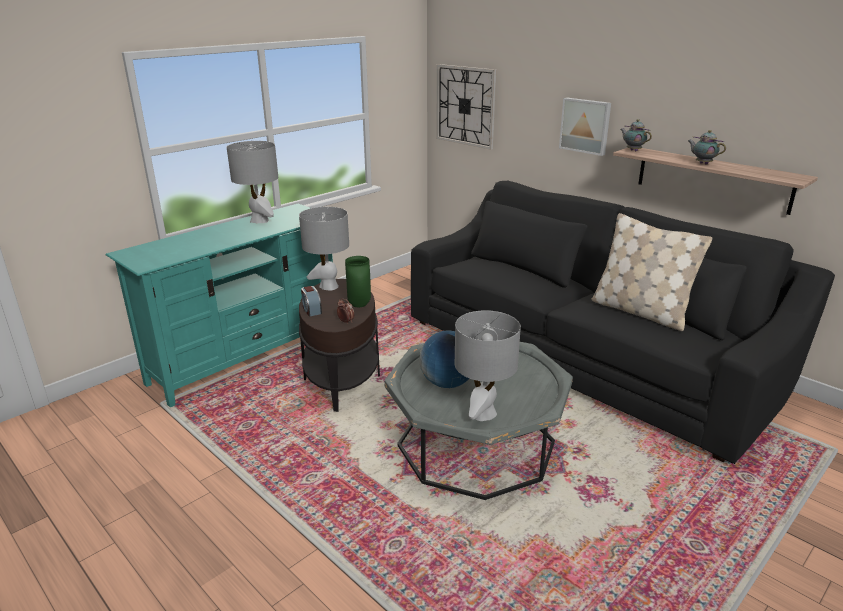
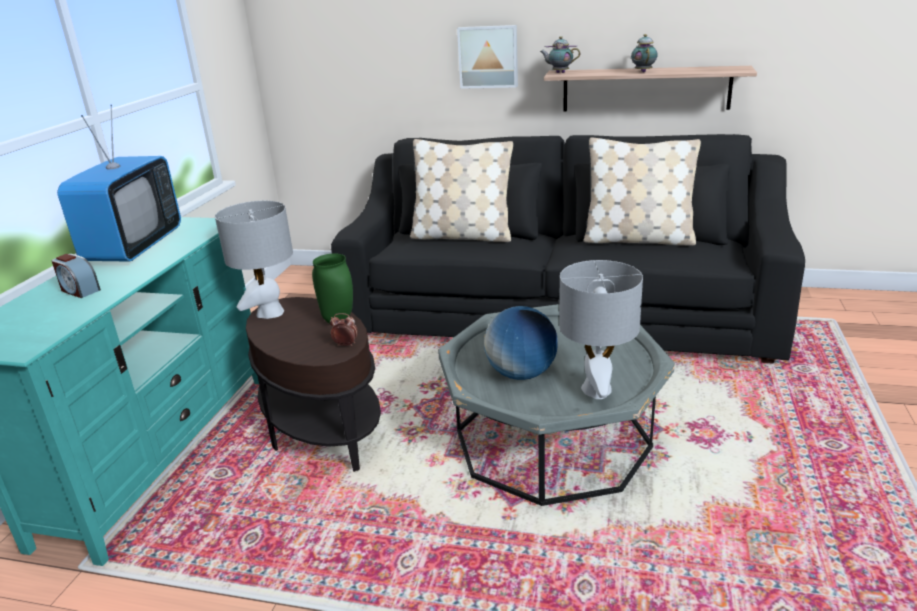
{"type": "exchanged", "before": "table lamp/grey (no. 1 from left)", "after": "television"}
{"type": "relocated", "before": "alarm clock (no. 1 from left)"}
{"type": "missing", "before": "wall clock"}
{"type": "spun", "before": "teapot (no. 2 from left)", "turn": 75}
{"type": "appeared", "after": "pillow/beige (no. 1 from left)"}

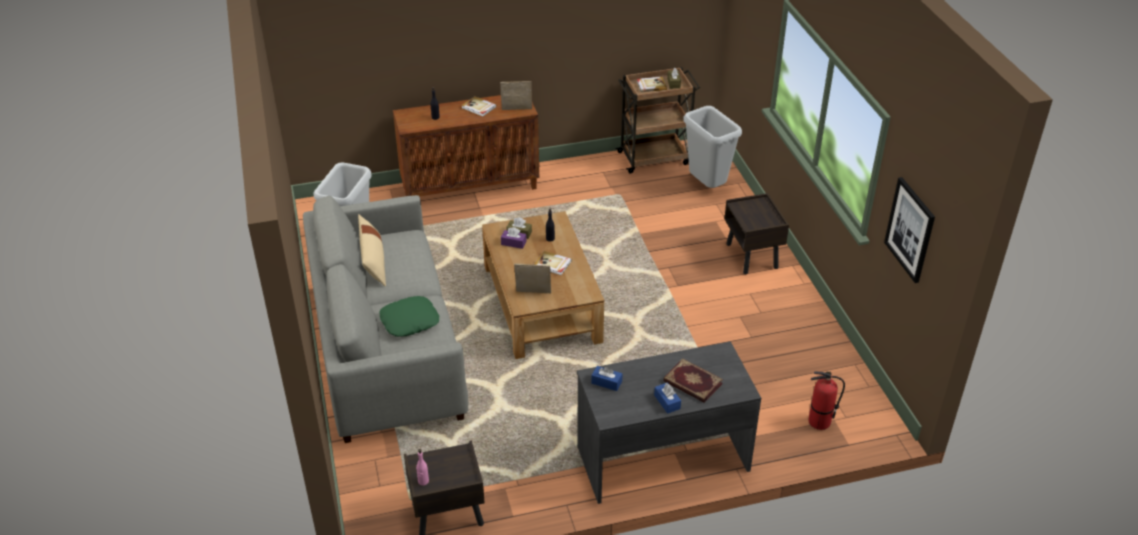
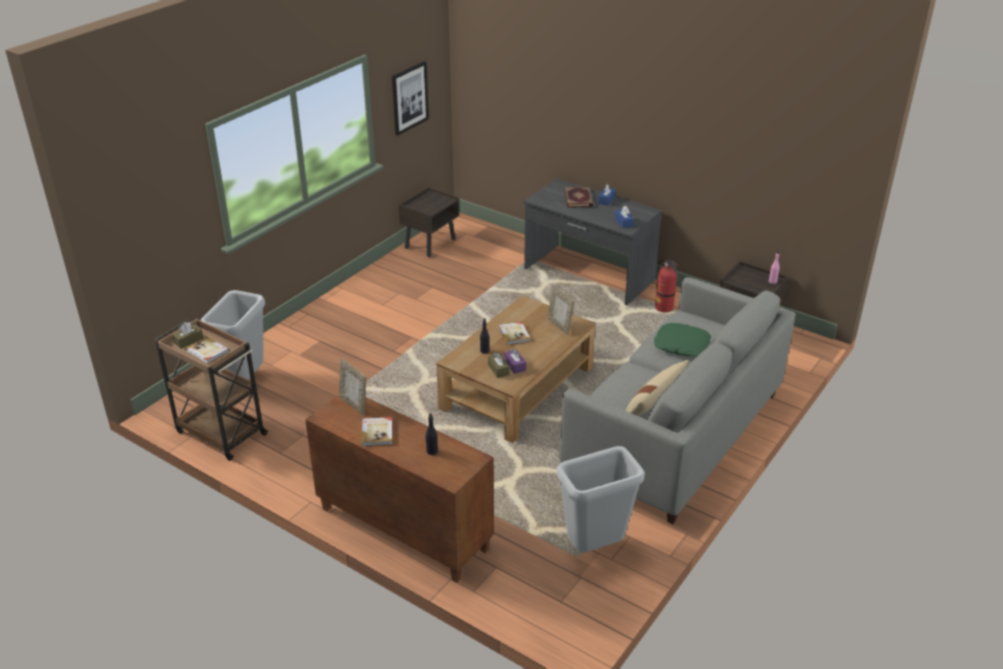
{"type": "relocated", "before": "nightstand/brown (no. 2 from left in the first image)", "after": "nightstand/brown (no. 1 from left)"}
{"type": "relocated", "before": "fire extinguisher"}

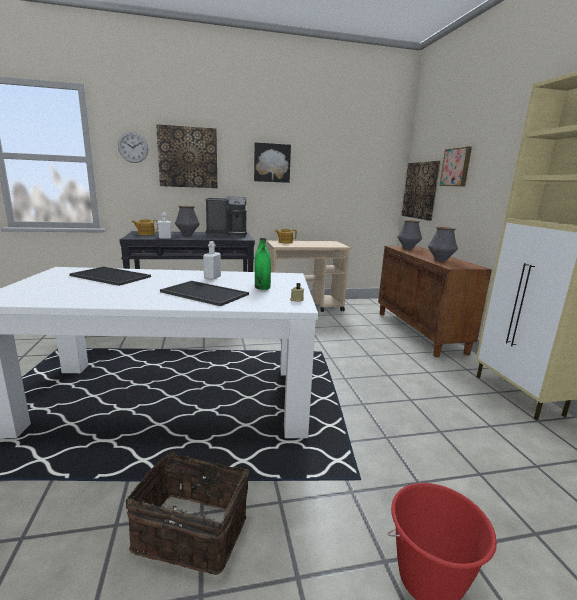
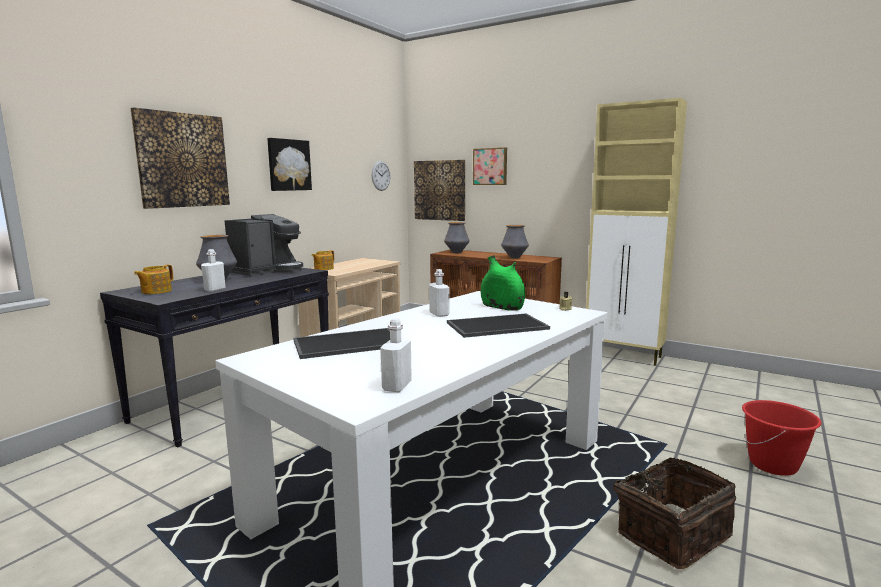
{"type": "relocated", "before": "wall clock"}
{"type": "appeared", "after": "bottle/white (no. 2 from left)"}

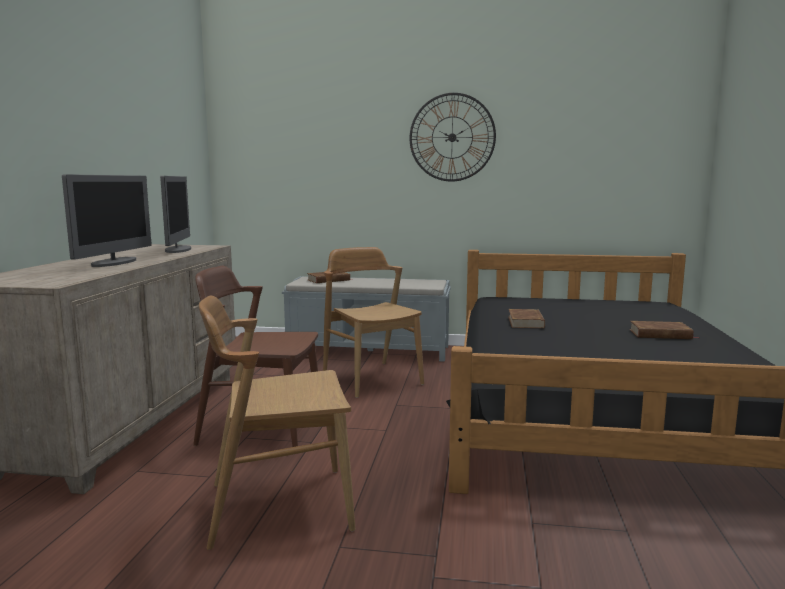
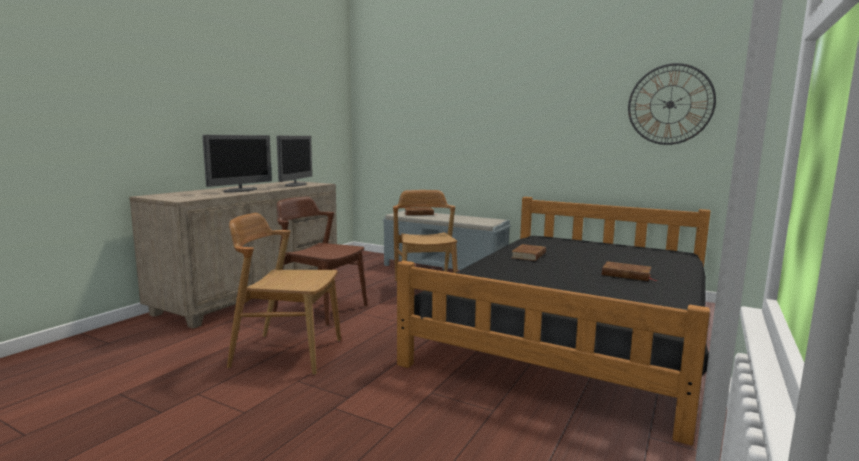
{"type": "relocated", "before": "wall clock"}

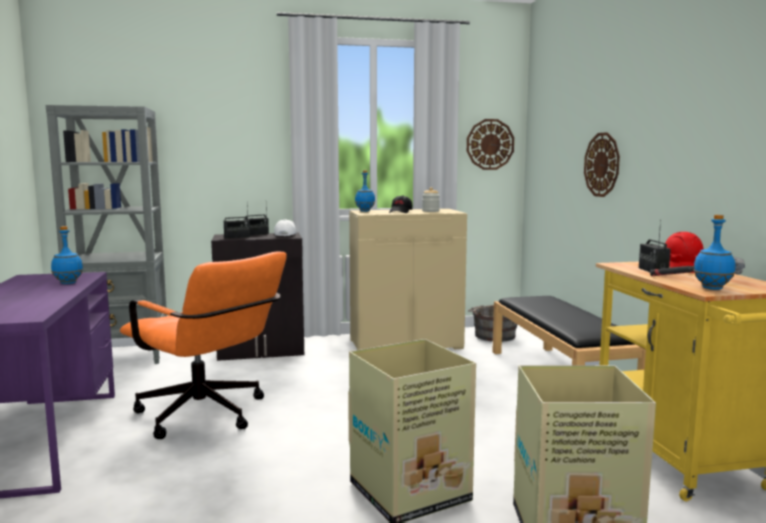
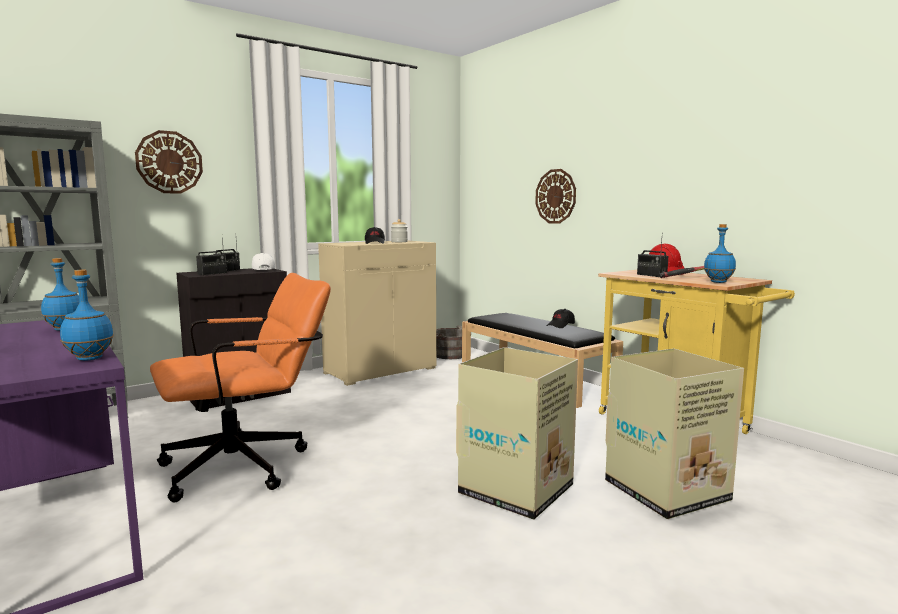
{"type": "spun", "before": "office chair/orange", "turn": -45}
{"type": "relocated", "before": "bottle/blue (no. 2 from left)"}
{"type": "relocated", "before": "wall clock (no. 1 from left)"}
{"type": "appeared", "after": "cap/black (no. 2 from left)"}

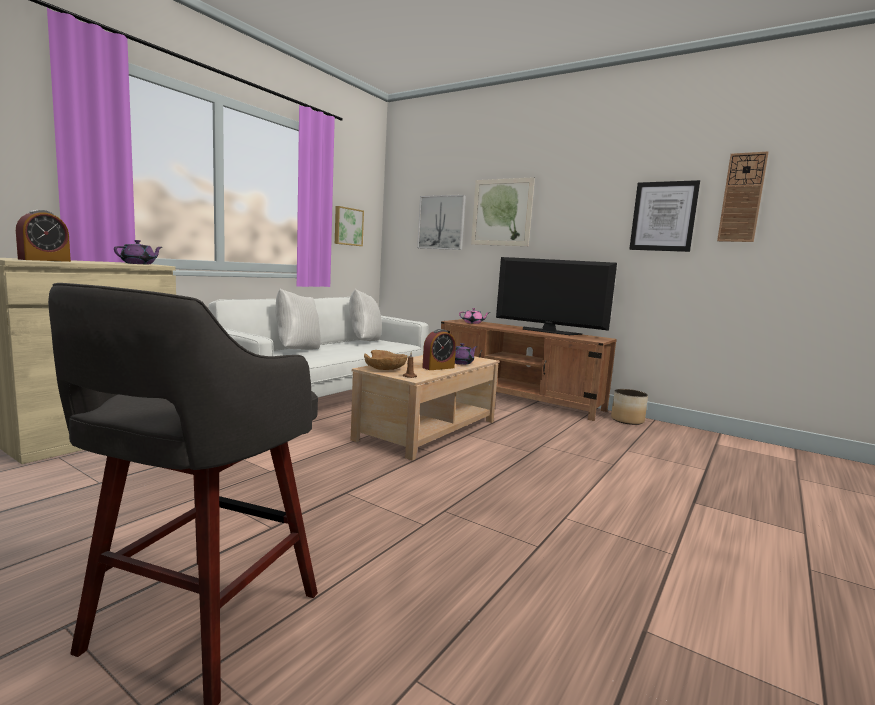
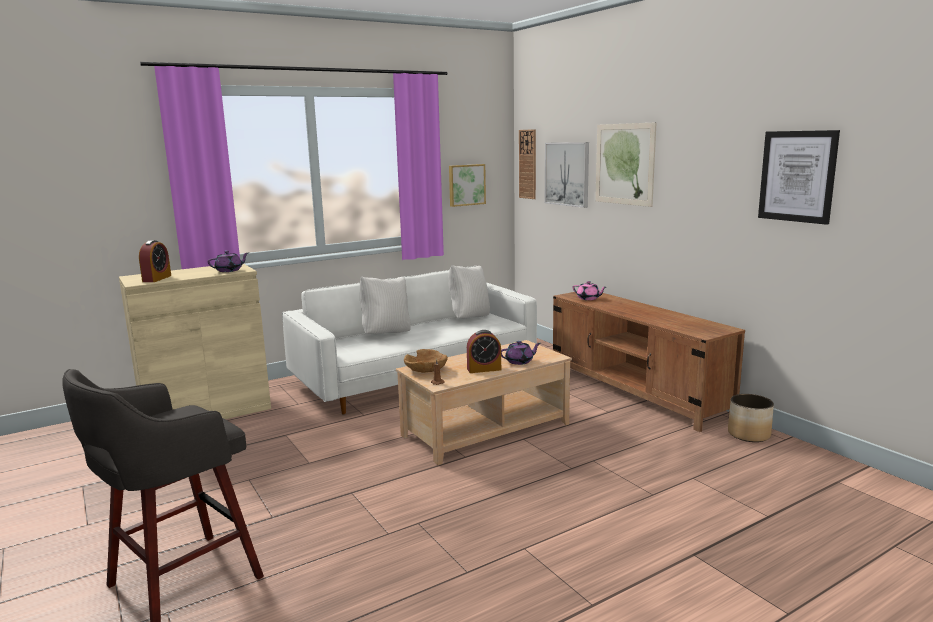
{"type": "spun", "before": "alarm clock (no. 1 from left)", "turn": -45}
{"type": "missing", "before": "television"}
{"type": "relocated", "before": "wall clock"}

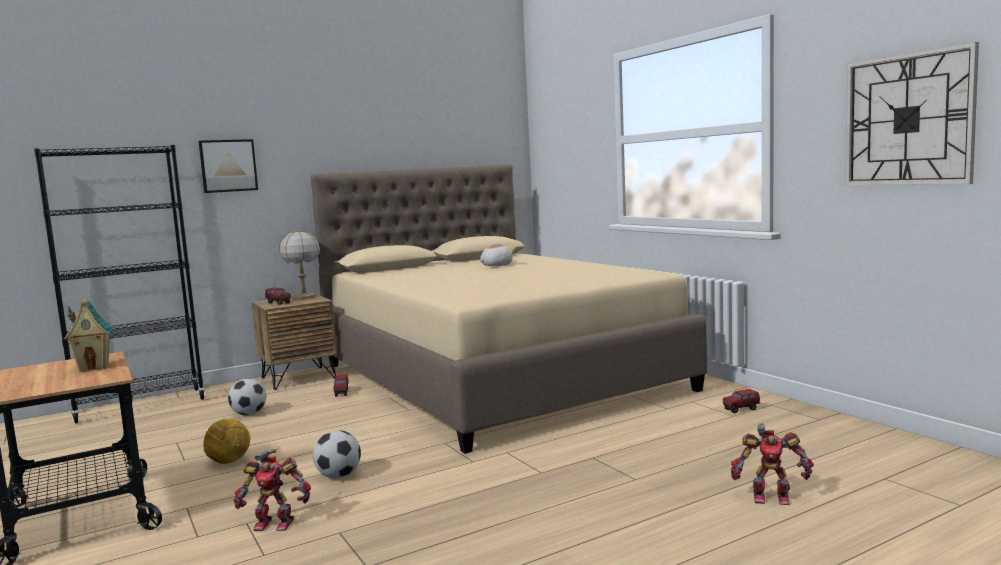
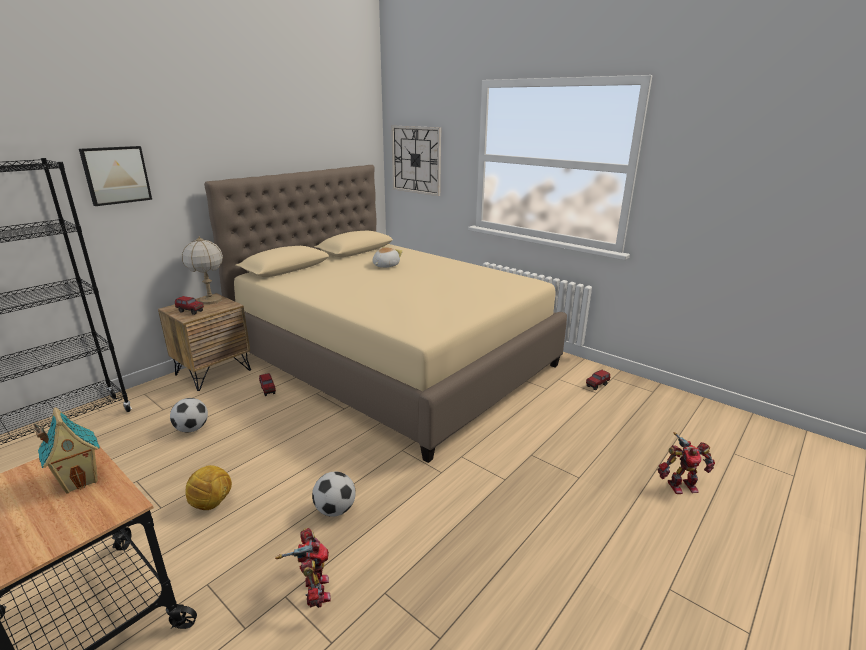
{"type": "spun", "before": "toy robot (no. 1 from left)", "turn": -90}
{"type": "relocated", "before": "wall clock"}

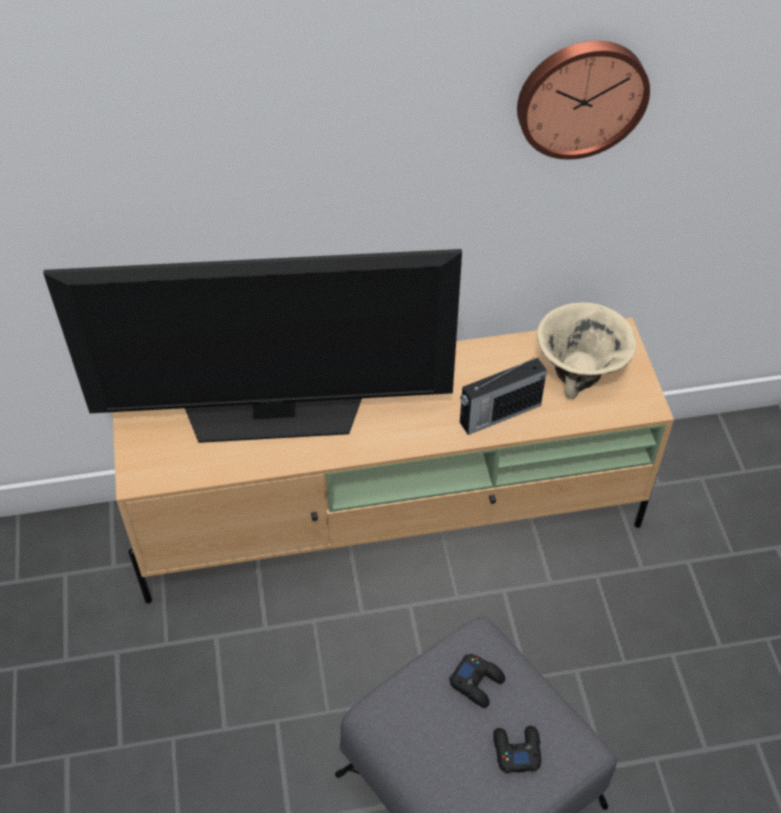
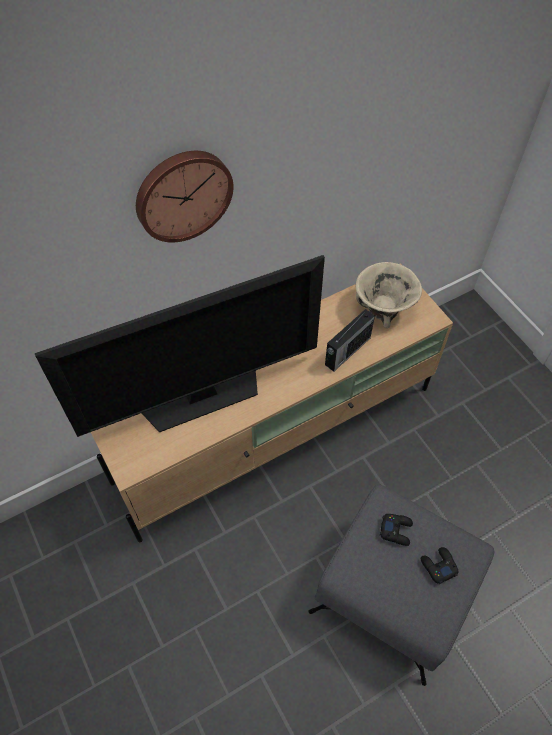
{"type": "relocated", "before": "wall clock"}

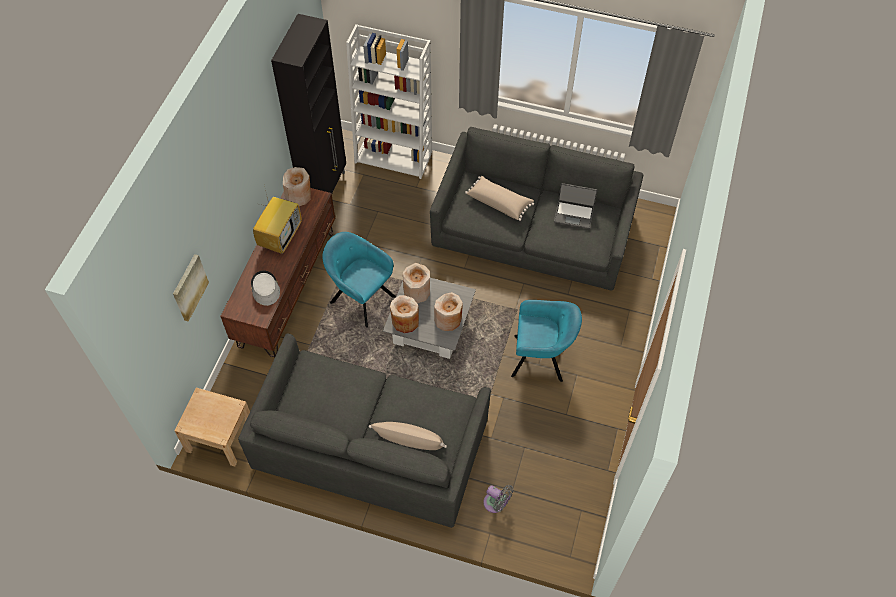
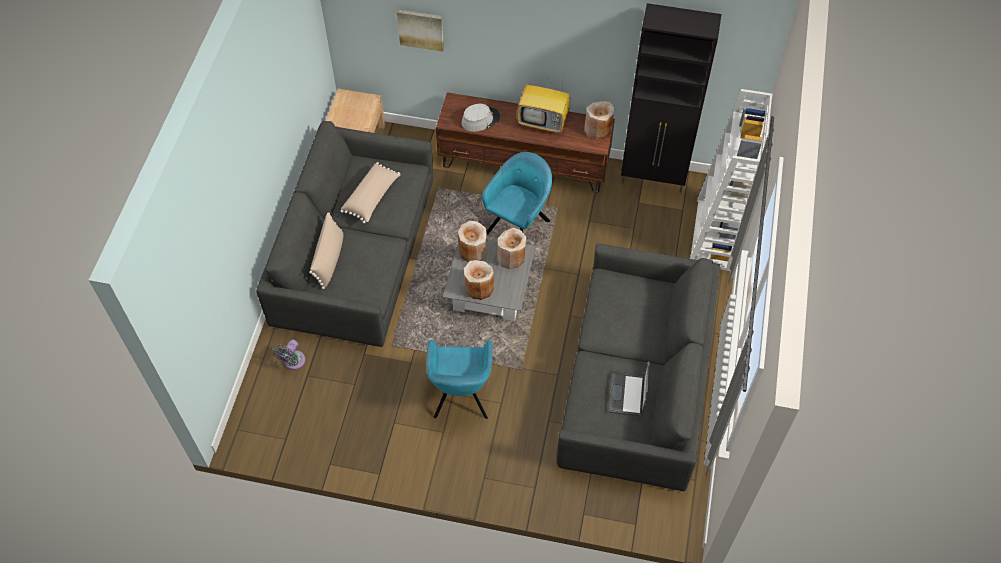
{"type": "relocated", "before": "pillow/beige (no. 2 from left)"}

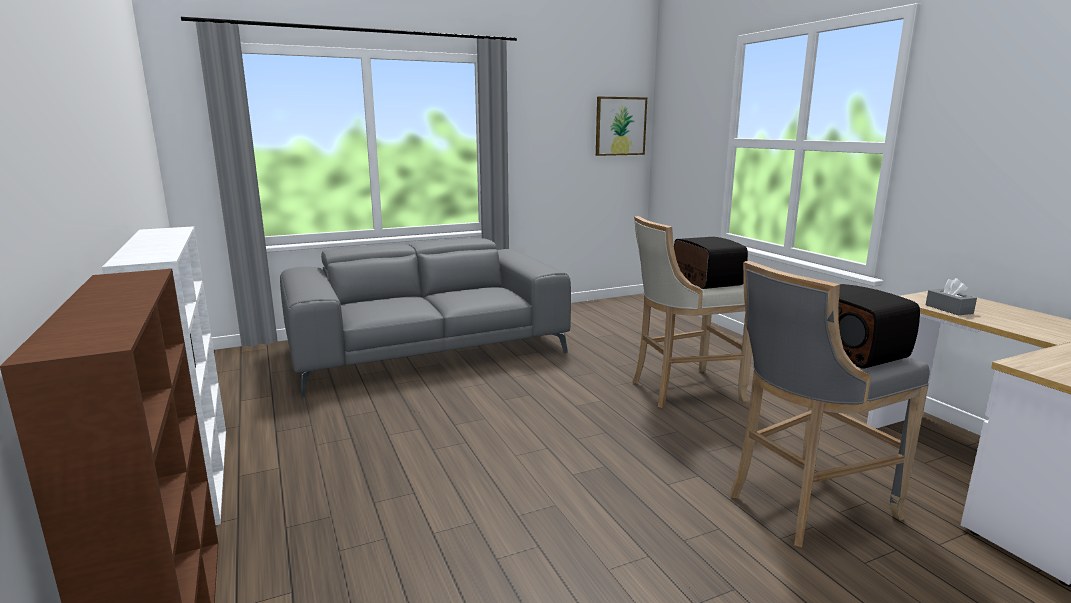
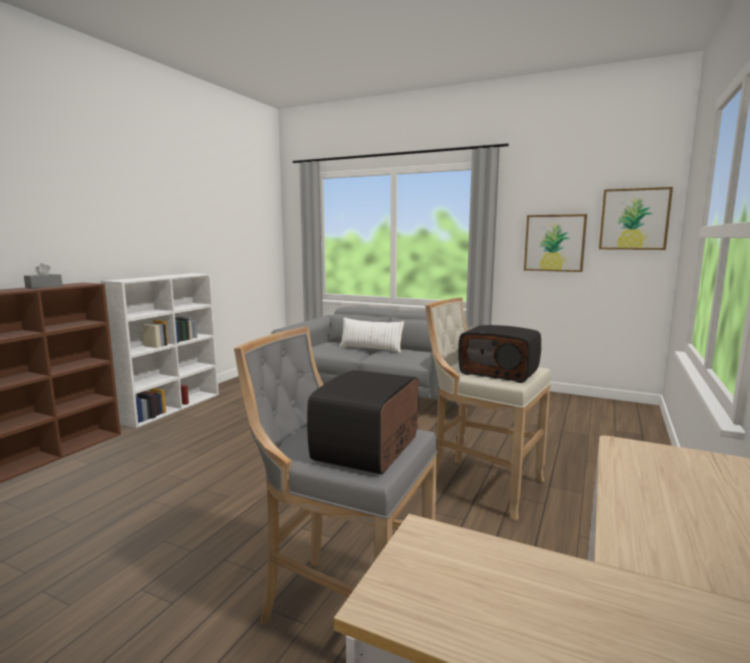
{"type": "spun", "before": "radio (no. 1 from left in the first image)", "turn": 90}
{"type": "relocated", "before": "tissue box/grey"}
{"type": "appeared", "after": "pillow/white"}
{"type": "appeared", "after": "picture (no. 1 from left)"}

